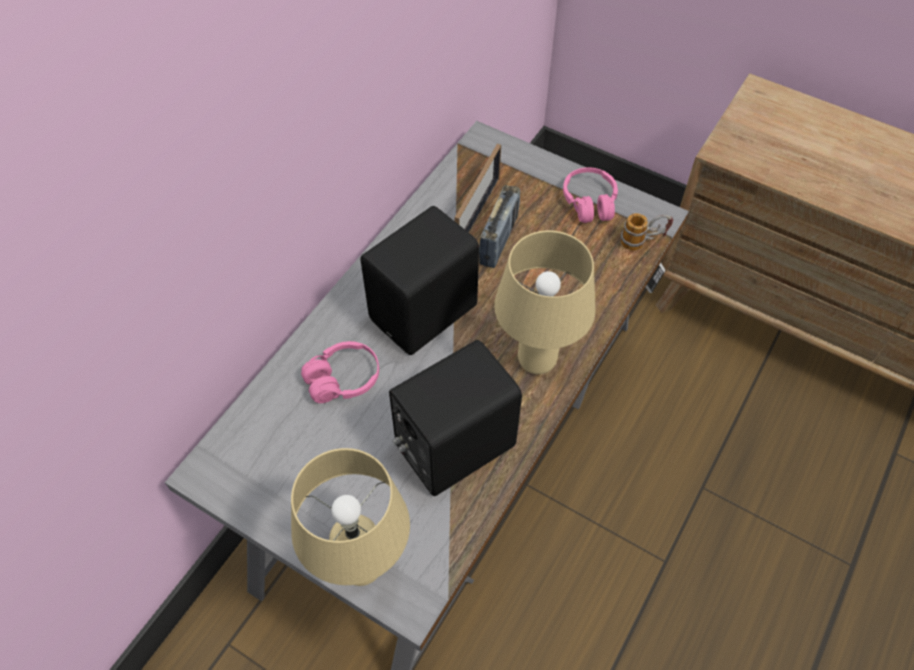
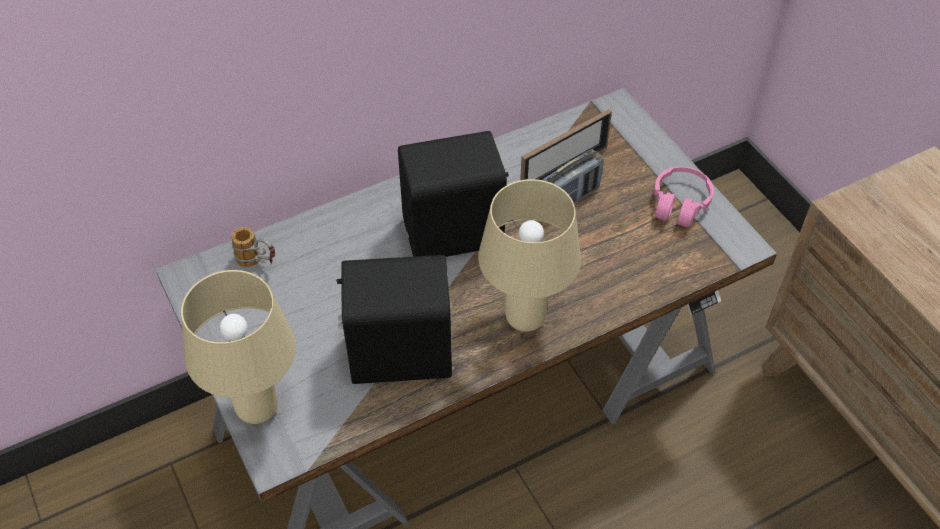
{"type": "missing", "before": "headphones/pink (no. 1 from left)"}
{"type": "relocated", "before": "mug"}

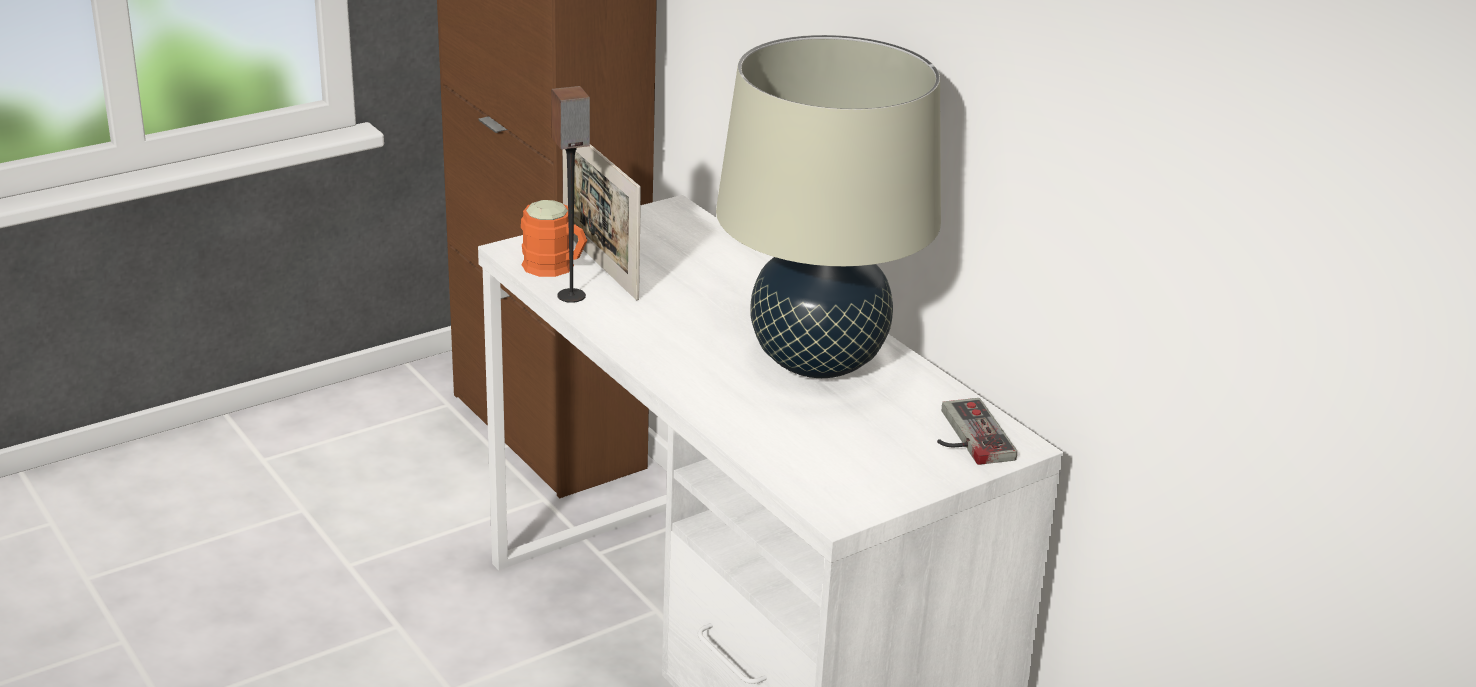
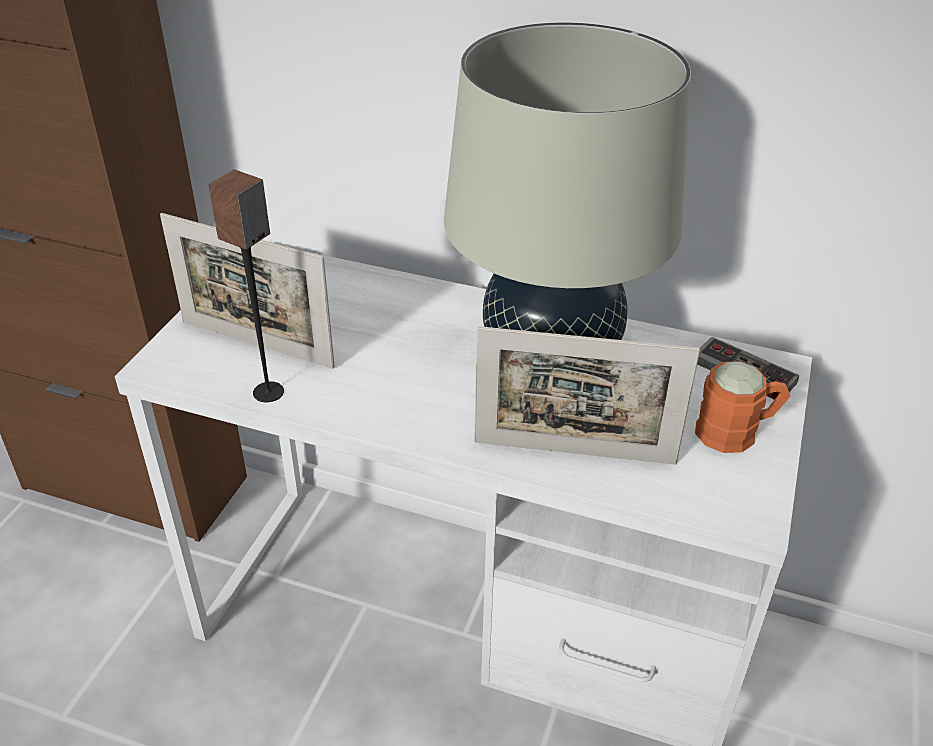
{"type": "relocated", "before": "mug/orange"}
{"type": "appeared", "after": "picture frame (no. 2 from left)"}

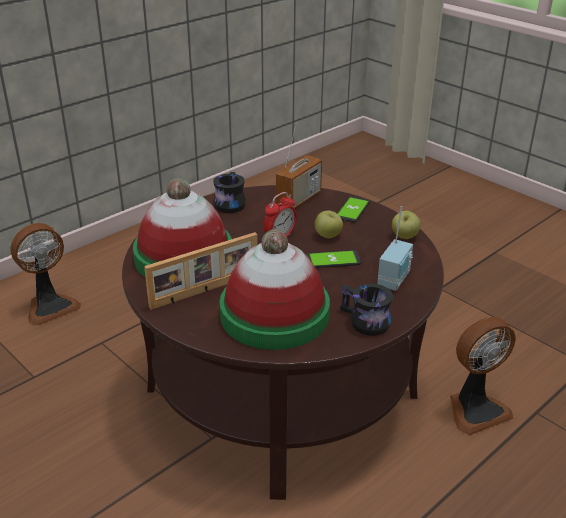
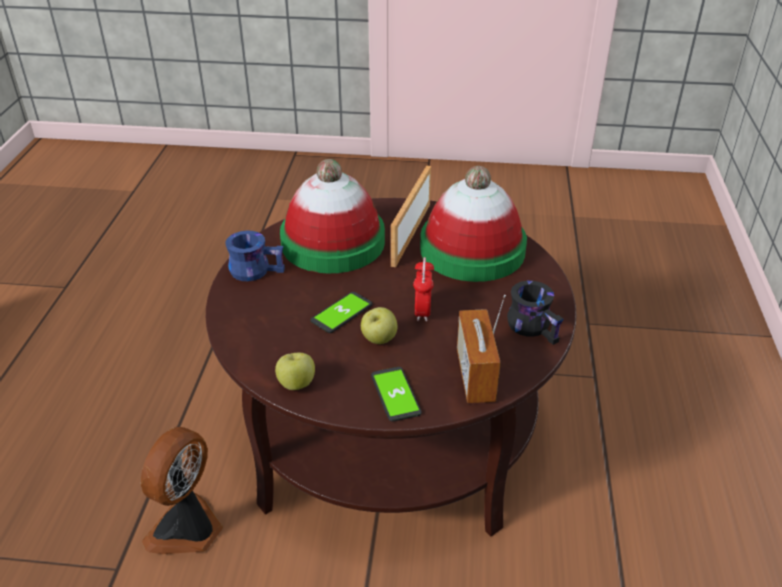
{"type": "missing", "before": "fan (no. 1 from left)"}
{"type": "colour", "before": "mug/black (no. 2 from left)", "after": "mug/blue"}
{"type": "missing", "before": "radio (no. 2 from left)"}

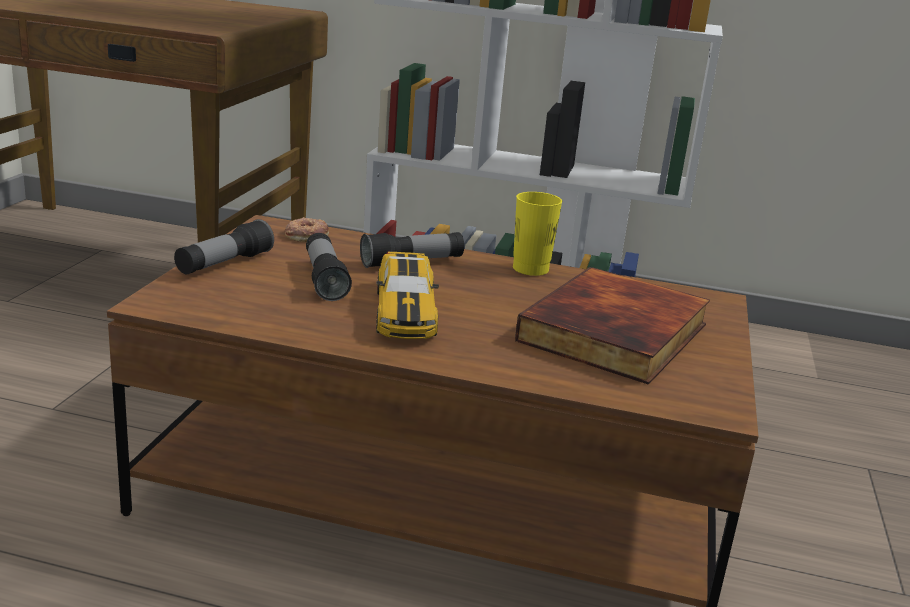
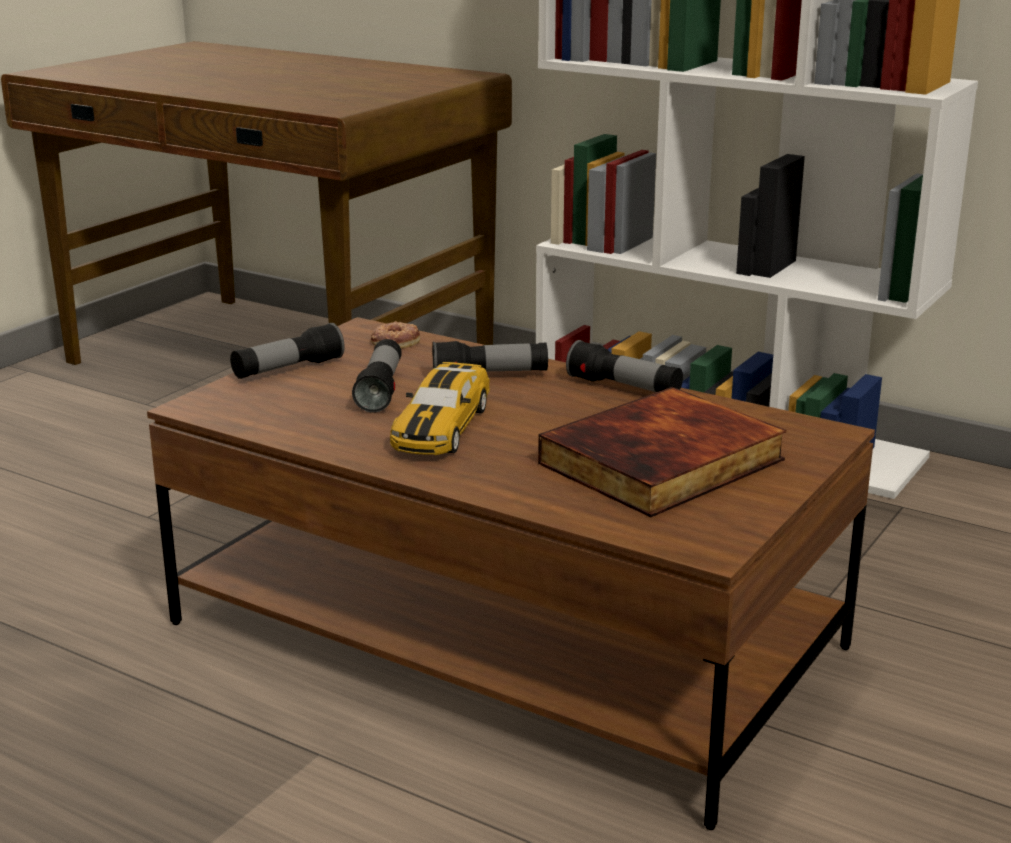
{"type": "exchanged", "before": "cup/yellow", "after": "flashlight (no. 4 from left)"}

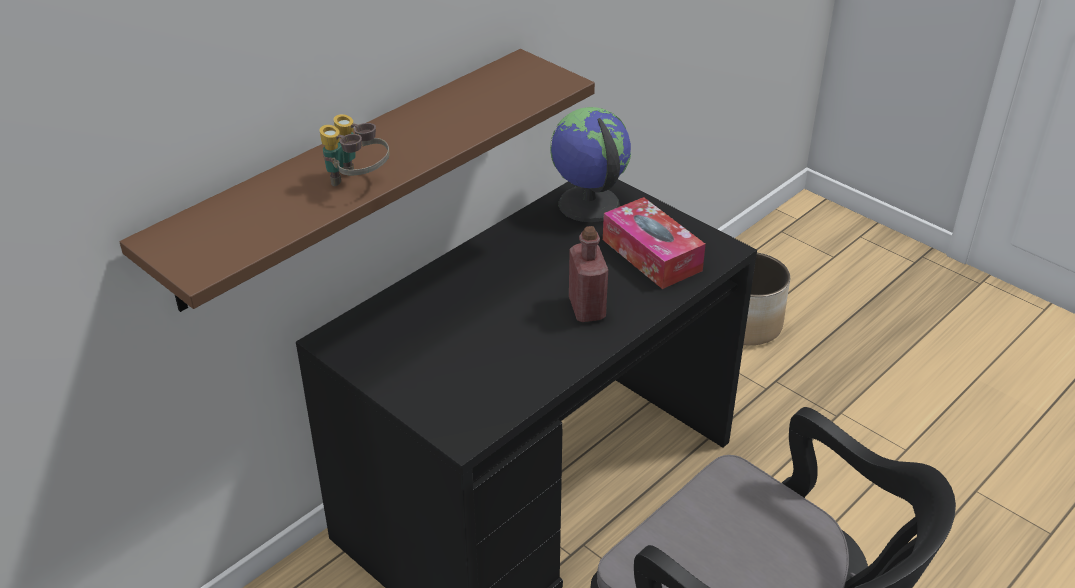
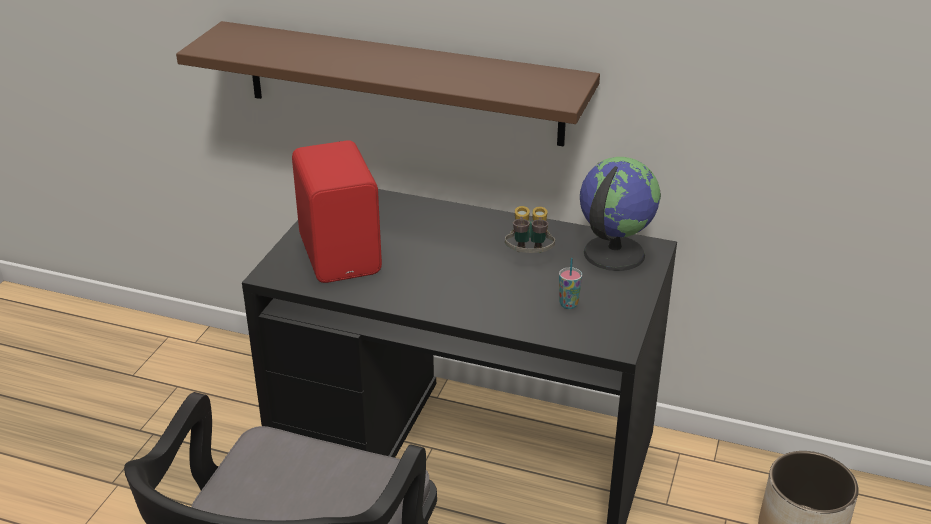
{"type": "relocated", "before": "binoculars"}
{"type": "missing", "before": "bottle/red"}
{"type": "exchanged", "before": "tissue box", "after": "cup"}
{"type": "appeared", "after": "speaker/red"}

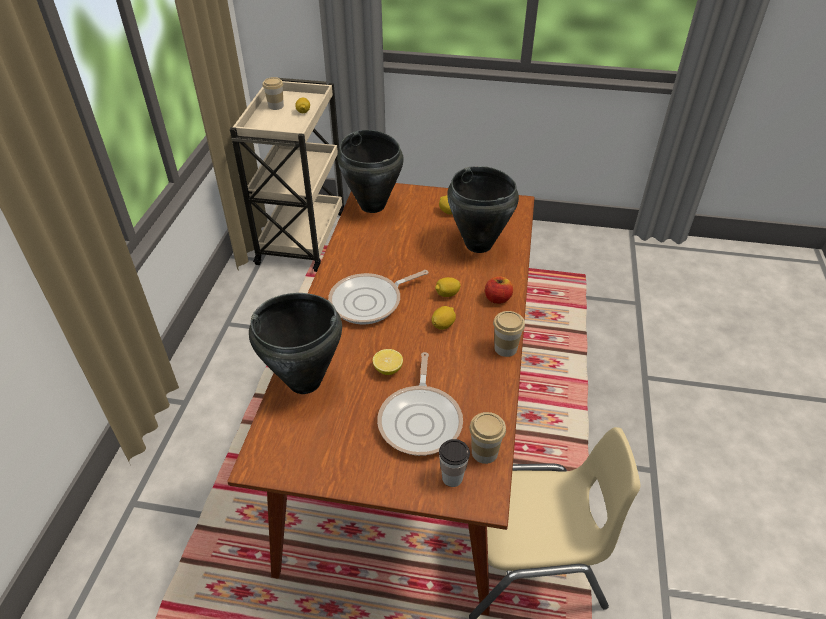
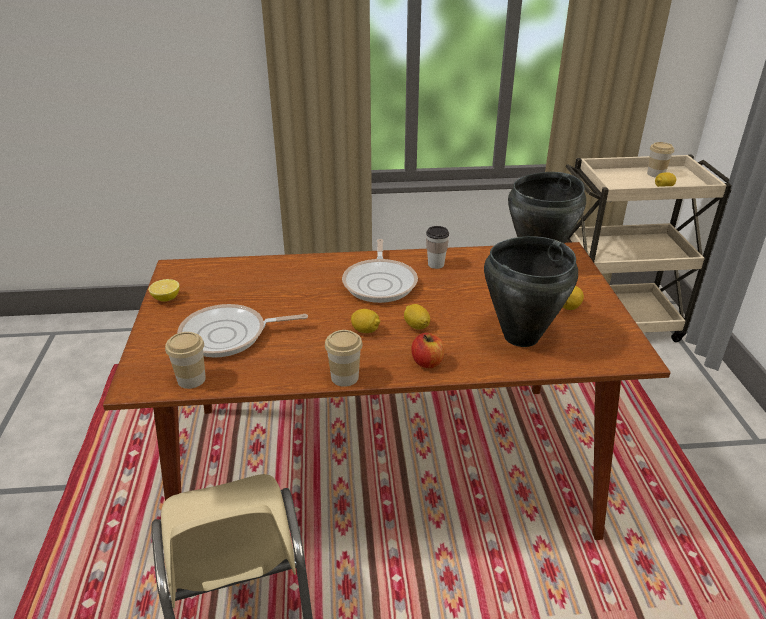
{"type": "missing", "before": "cooking pot/black (no. 1 from left)"}
{"type": "spun", "before": "frying pan (no. 1 from left in the first image)", "turn": -135}
{"type": "relocated", "before": "lemon (no. 2 from left in the first image)", "after": "lemon (no. 1 from left)"}
{"type": "relocated", "before": "cup (no. 2 from left in the first image)", "after": "cup (no. 3 from left)"}

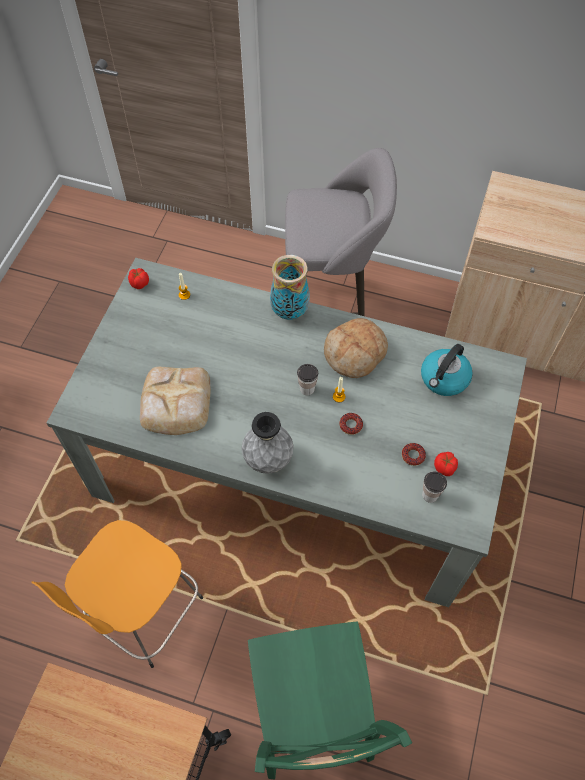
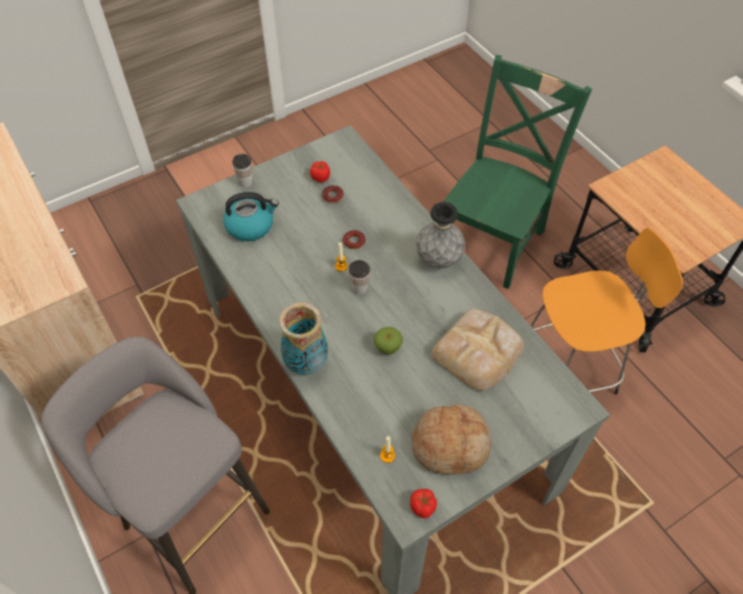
{"type": "relocated", "before": "bread (no. 2 from left in the first image)", "after": "bread (no. 1 from left)"}
{"type": "relocated", "before": "cup (no. 2 from left in the first image)", "after": "cup (no. 1 from left)"}
{"type": "appeared", "after": "apple"}

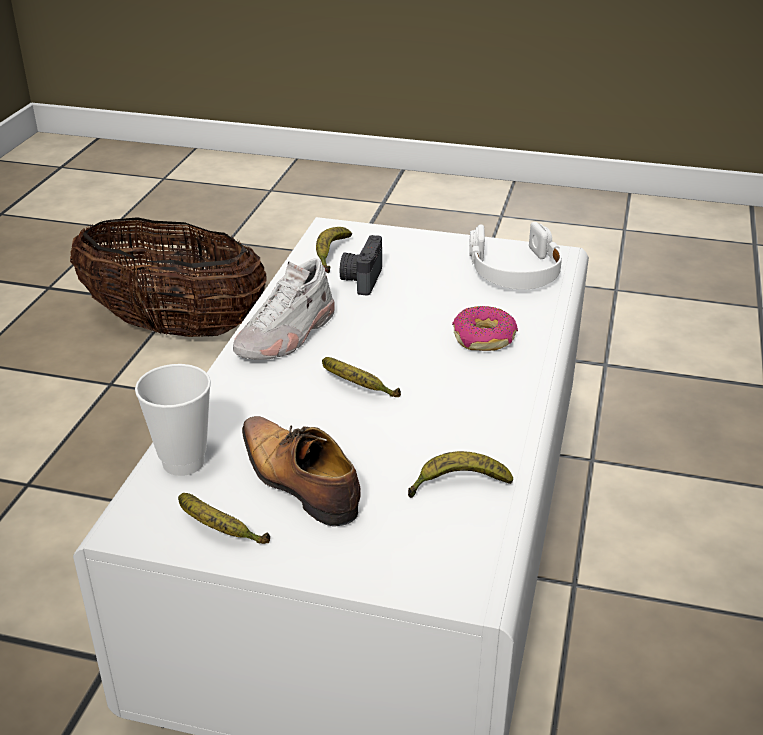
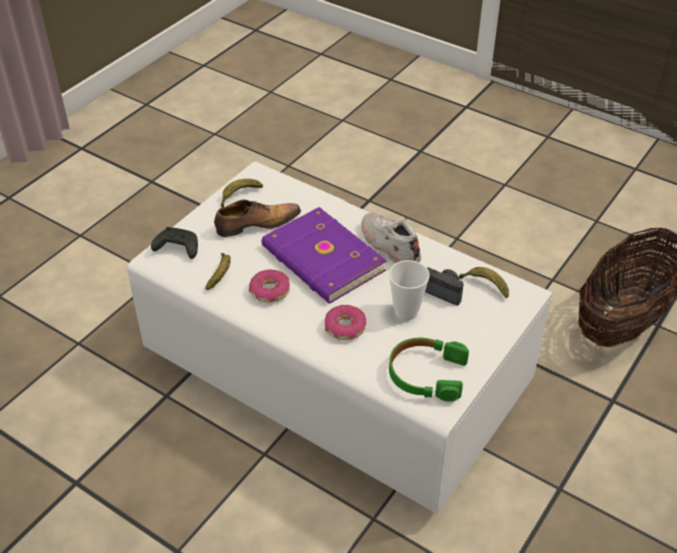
{"type": "relocated", "before": "cup"}
{"type": "exchanged", "before": "banana (no. 3 from left)", "after": "book/purple"}
{"type": "colour", "before": "headphones/white", "after": "headphones/green"}
{"type": "appeared", "after": "game controller/black"}
{"type": "appeared", "after": "donut (no. 1 from left)"}

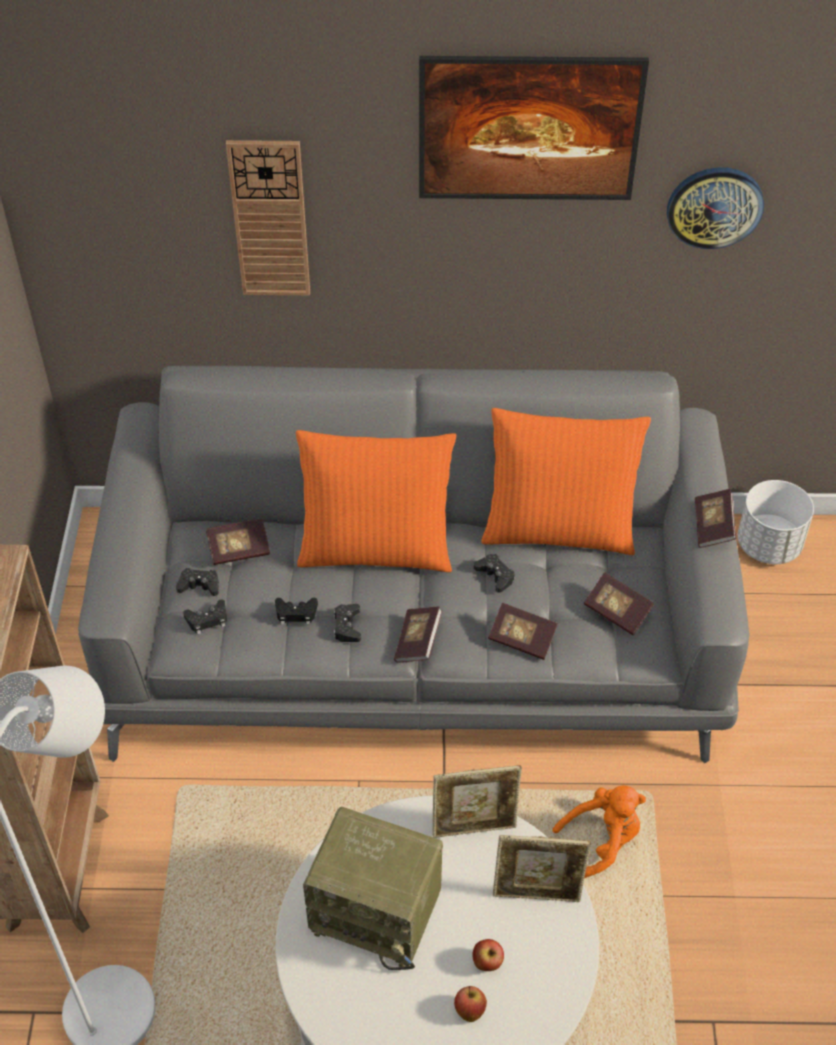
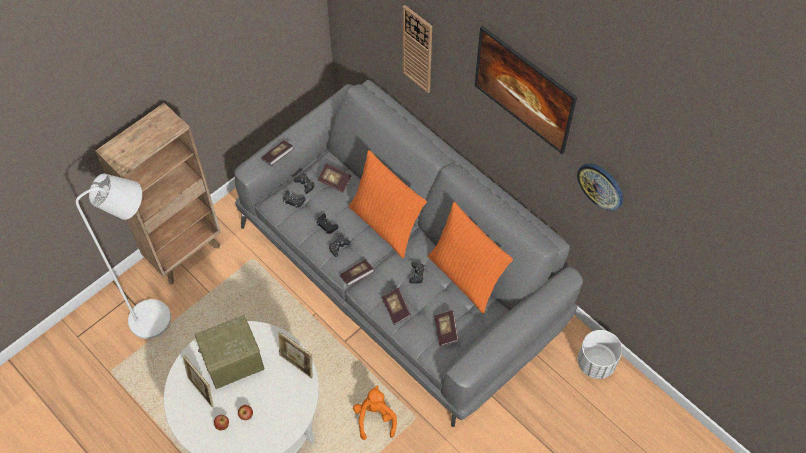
{"type": "spun", "before": "radio", "turn": 90}
{"type": "relocated", "before": "picture frame (no. 2 from left in the first image)", "after": "picture frame (no. 1 from left)"}
{"type": "spun", "before": "plush toy/orange", "turn": -120}
{"type": "relocated", "before": "book (no. 5 from left in the first image)", "after": "book (no. 1 from left)"}

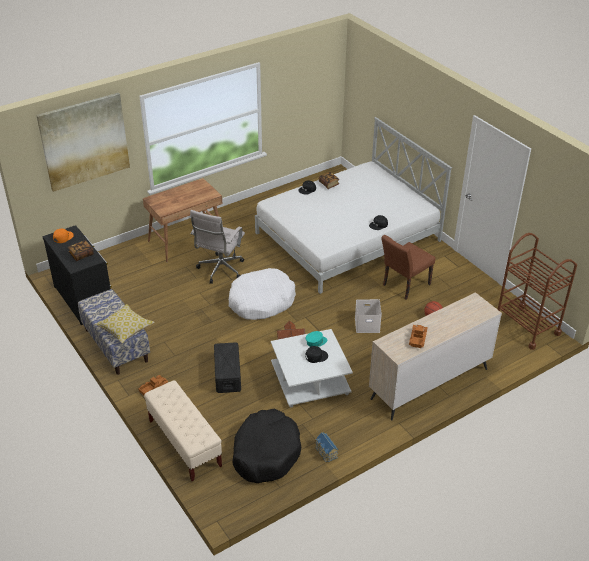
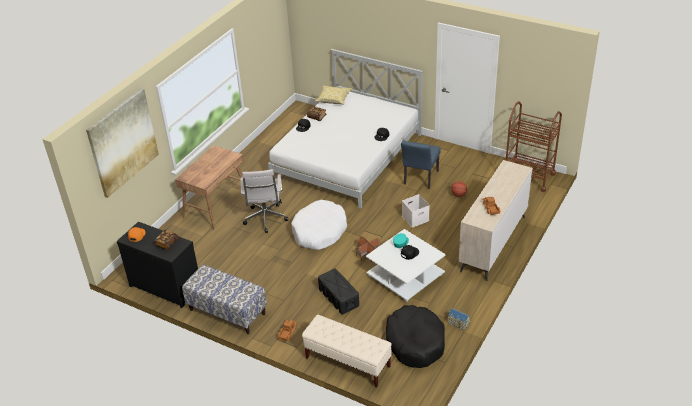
{"type": "relocated", "before": "pillow"}
{"type": "colour", "before": "chair/brown", "after": "chair/blue"}

